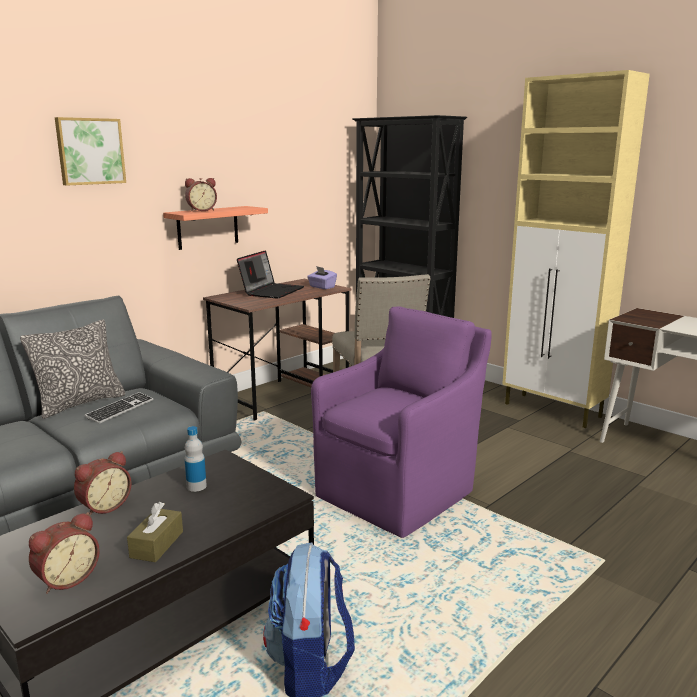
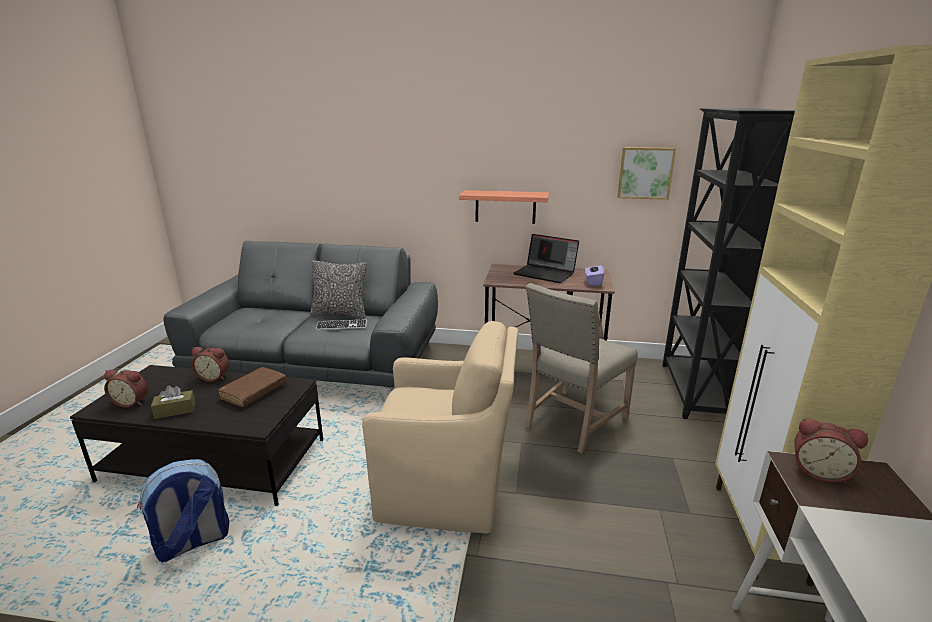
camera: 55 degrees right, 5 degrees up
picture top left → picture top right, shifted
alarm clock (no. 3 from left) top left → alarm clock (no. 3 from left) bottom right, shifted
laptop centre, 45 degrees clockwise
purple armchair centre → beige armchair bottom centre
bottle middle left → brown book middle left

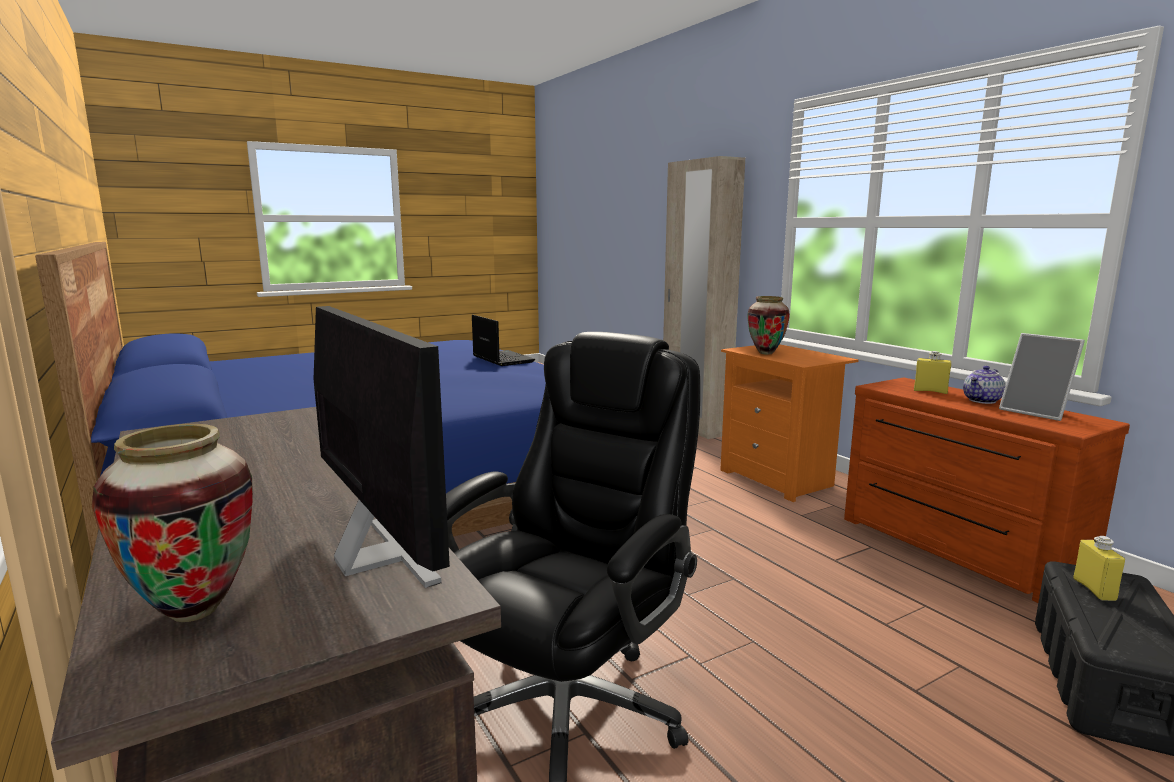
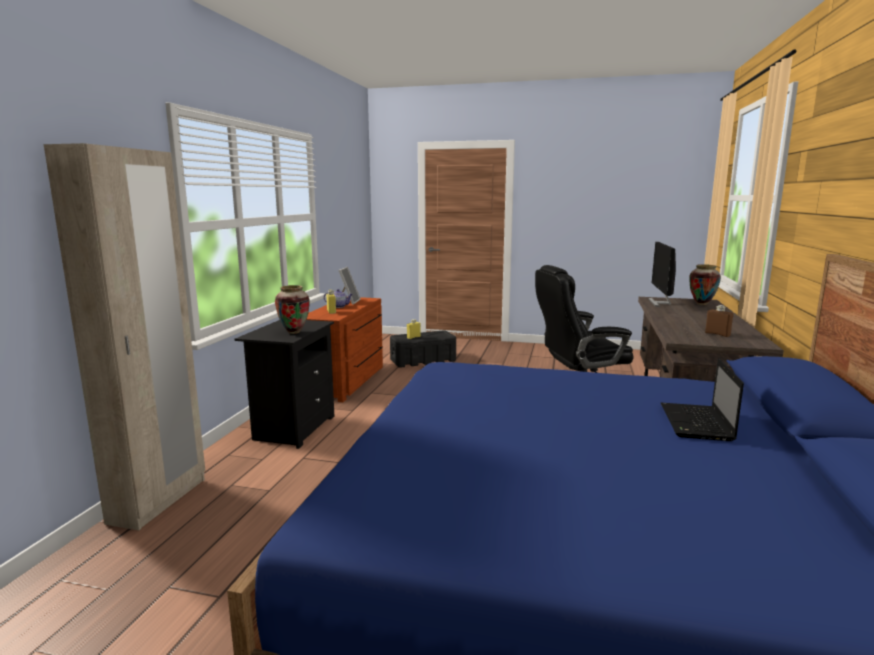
camera: 135 degrees left, 0 degrees up
laptop centre → laptop middle right, shifted
orange nightstand middle right → black nightstand middle left
- → brown bottle middle right

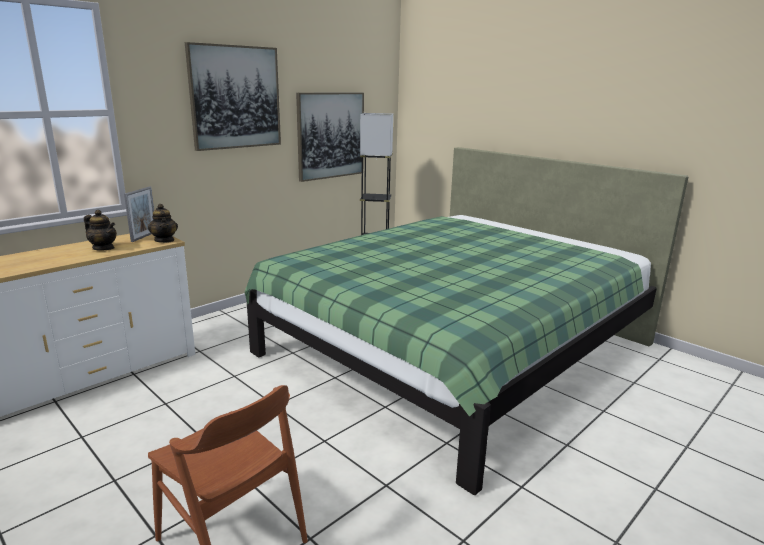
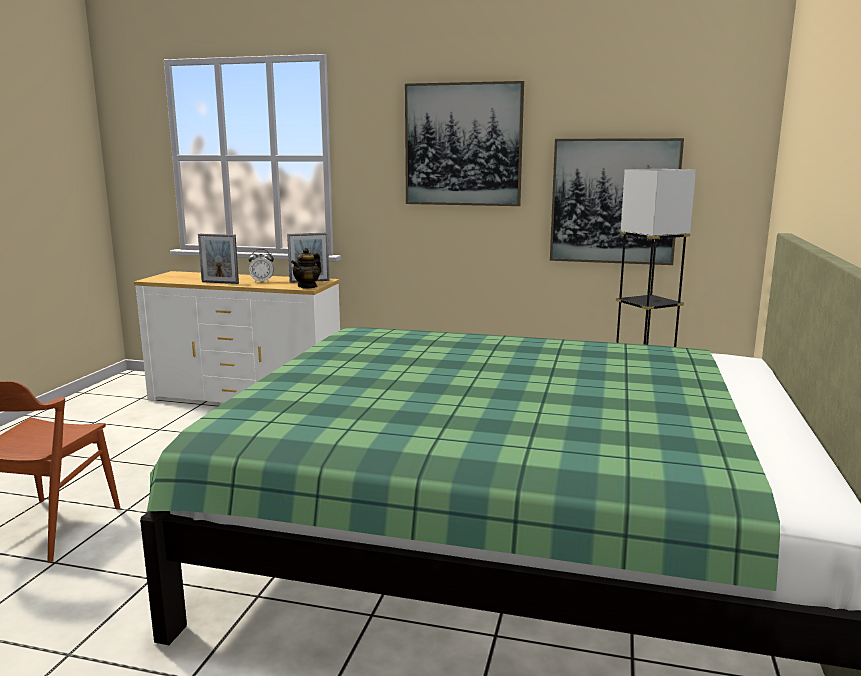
camera: 60 degrees right, 5 degrees down
teapot (no. 1 from left) middle left → alarm clock middle left
- → picture frame (no. 1 from left) middle left

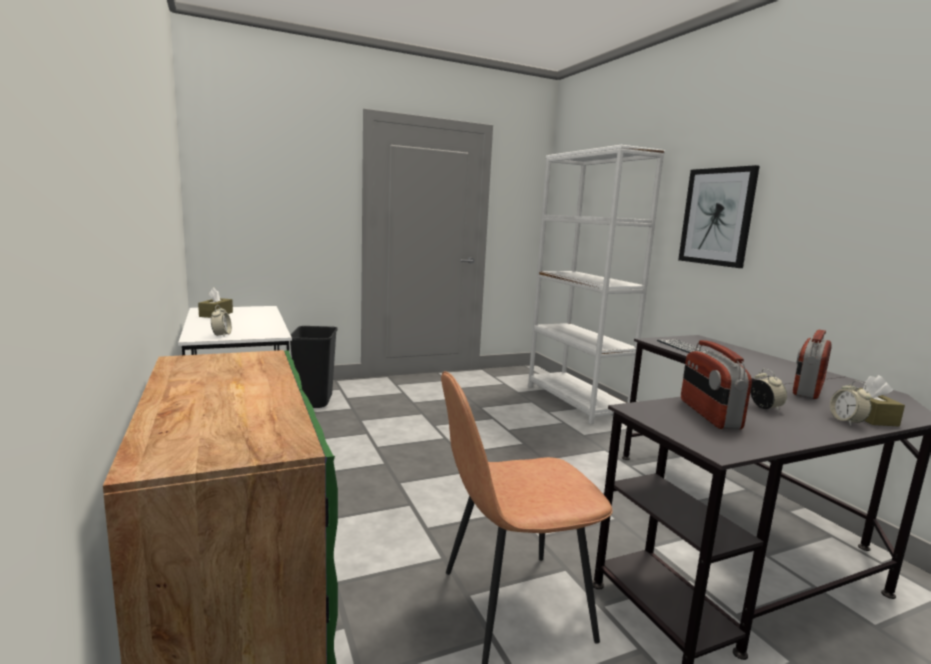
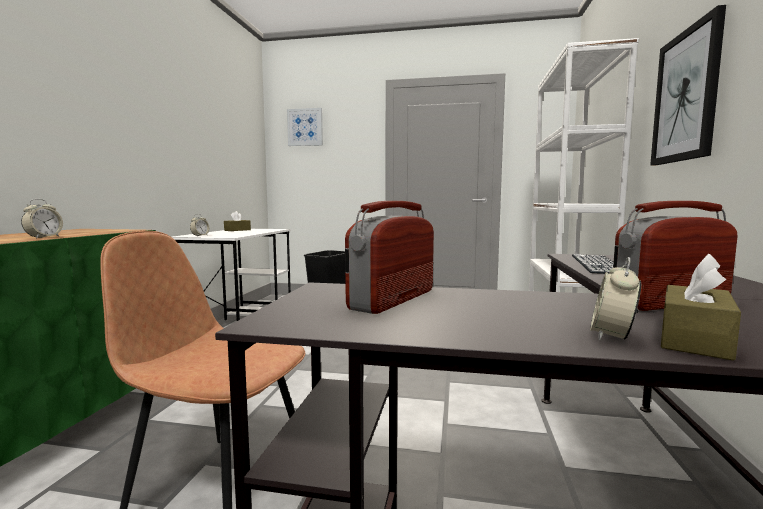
camera: 35 degrees right, 5 degrees down
alarm clock (no. 2 from left in the first image) middle right → alarm clock (no. 1 from left) middle left, shifted
- → picture (no. 1 from left) top centre

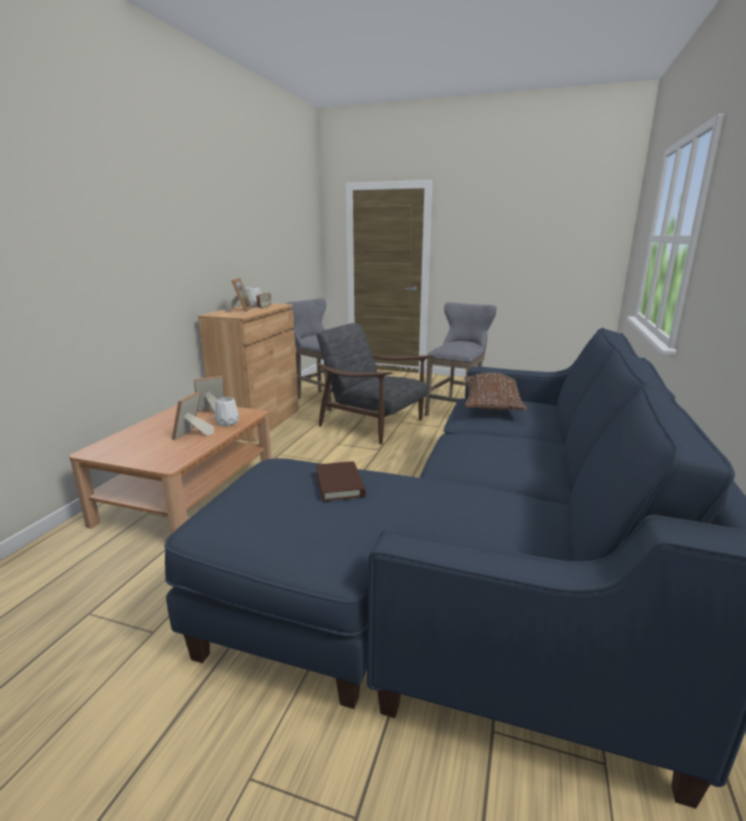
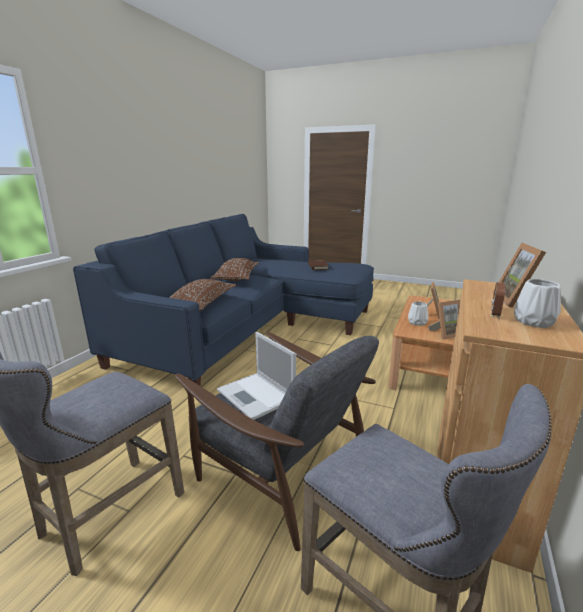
camera: 175 degrees left, 0 degrees up
- → brown pillow (no. 2 from left) centre
- → laptop centre

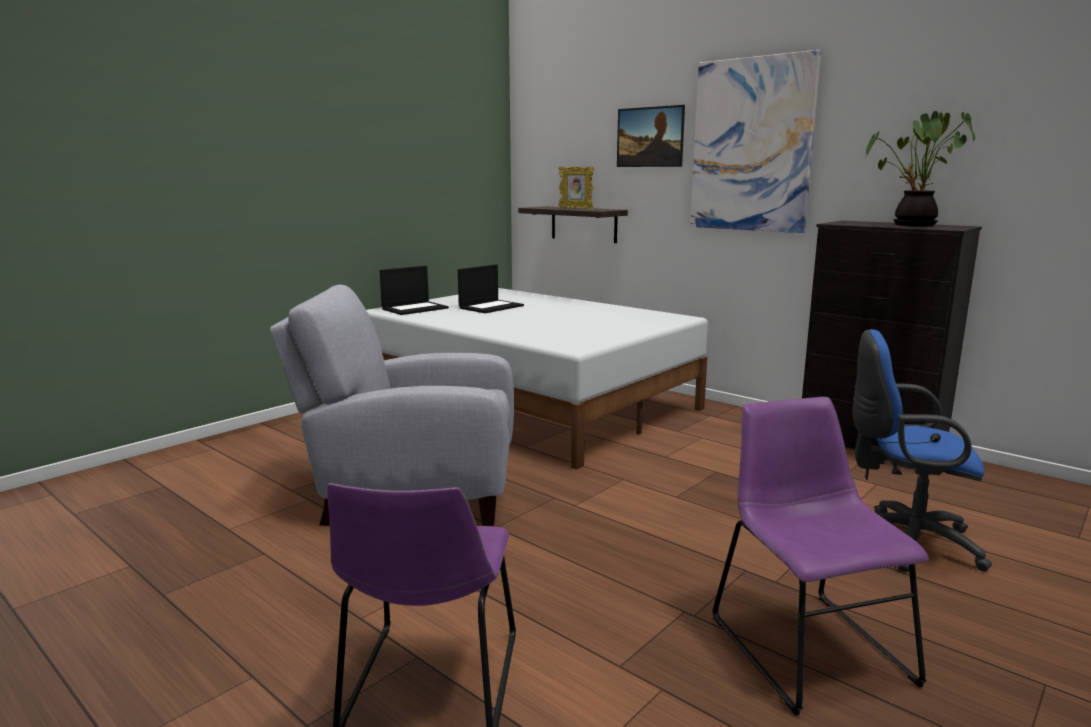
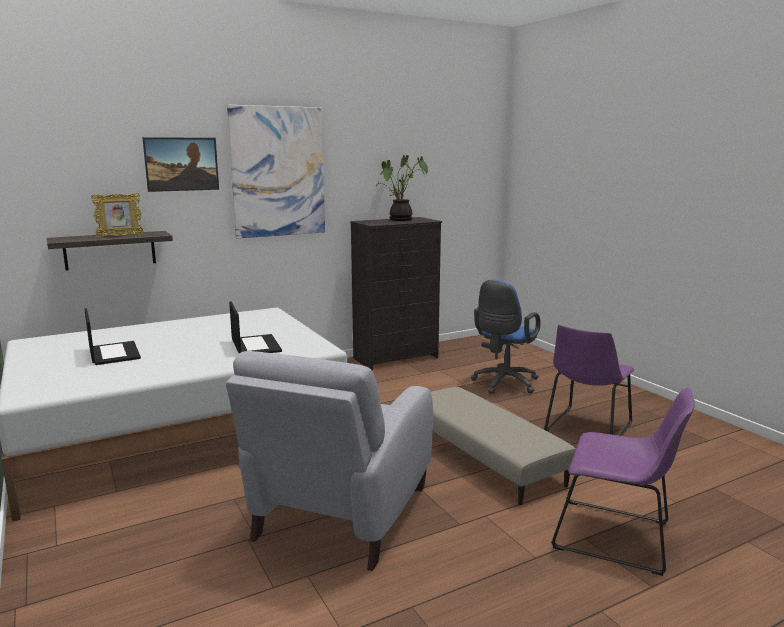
camera: 70 degrees left, 0 degrees up
laptop (no. 1 from left in the first image) centre → laptop (no. 2 from left) middle left, shifted
purple chair (no. 2 from left in the first image) bottom right → purple chair (no. 1 from left) middle right, 60 degrees counterclockwise
- → beige ottoman bottom centre

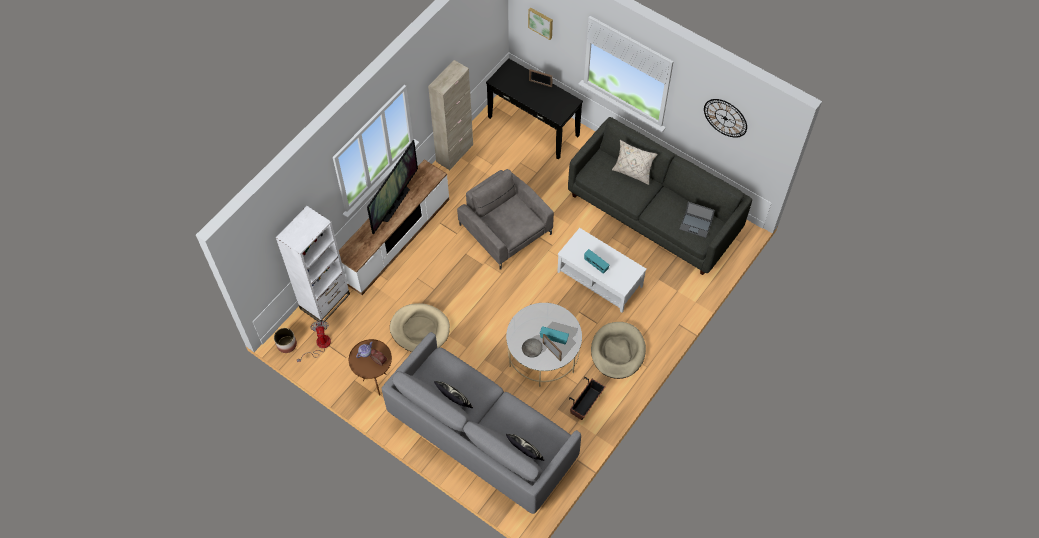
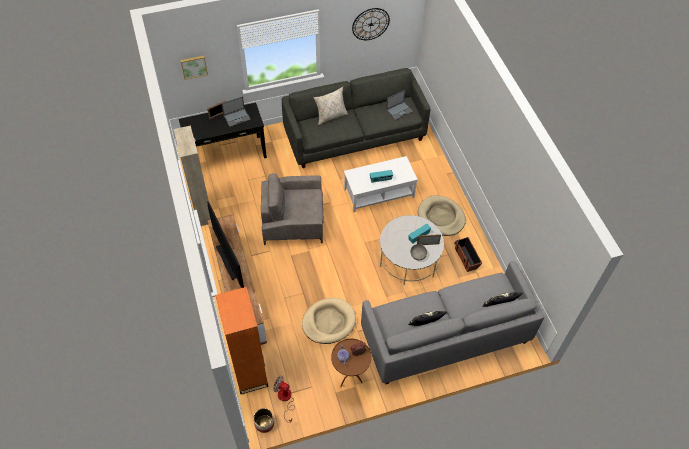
camera: 55 degrees left, 5 degrees down
white bookcase middle left → orange bookcase bottom centre
- → laptop (no. 1 from left) top centre

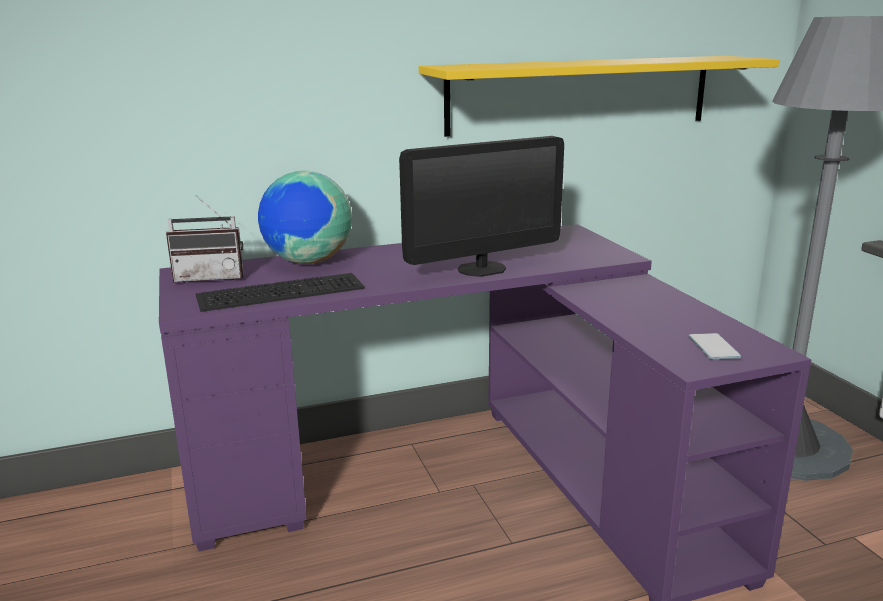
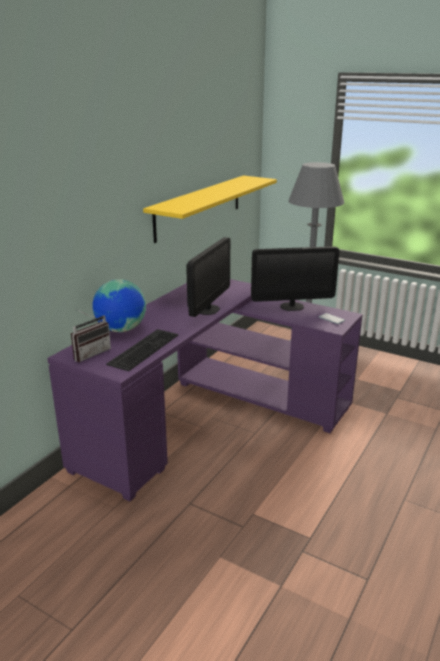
camera: 40 degrees left, 5 degrees up
- → monitor (no. 2 from left) middle right

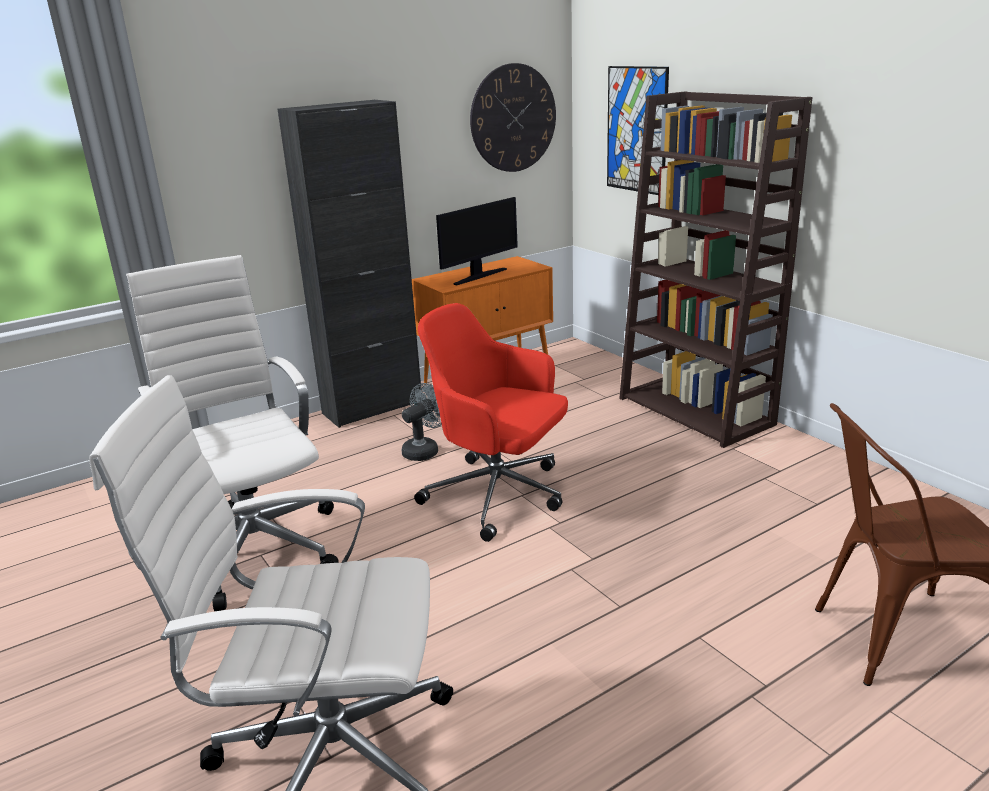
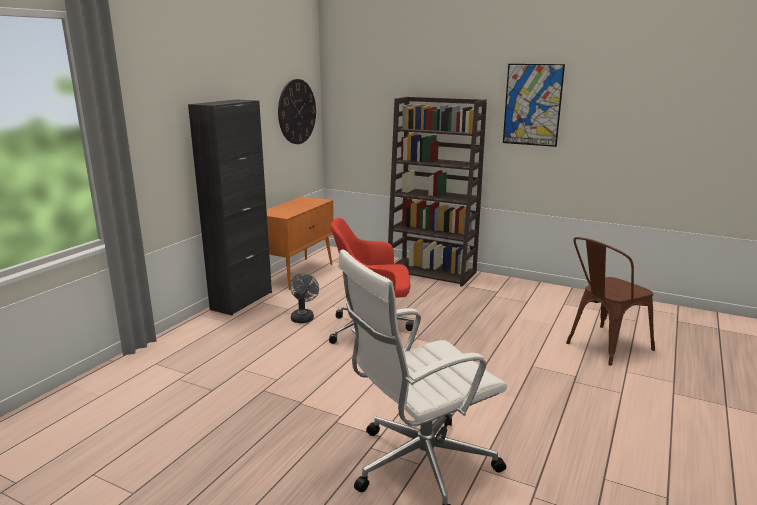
camera: 30 degrees left, 5 degrees down
picture top centre → picture top right, shifted
monitor top centre → -
white office chair (no. 1 from left) middle left → -

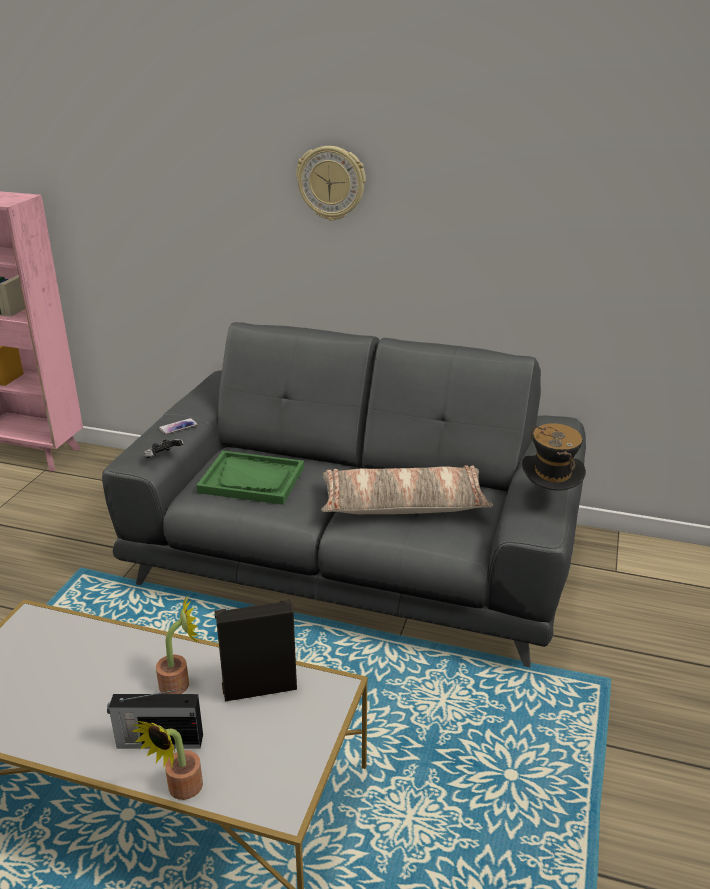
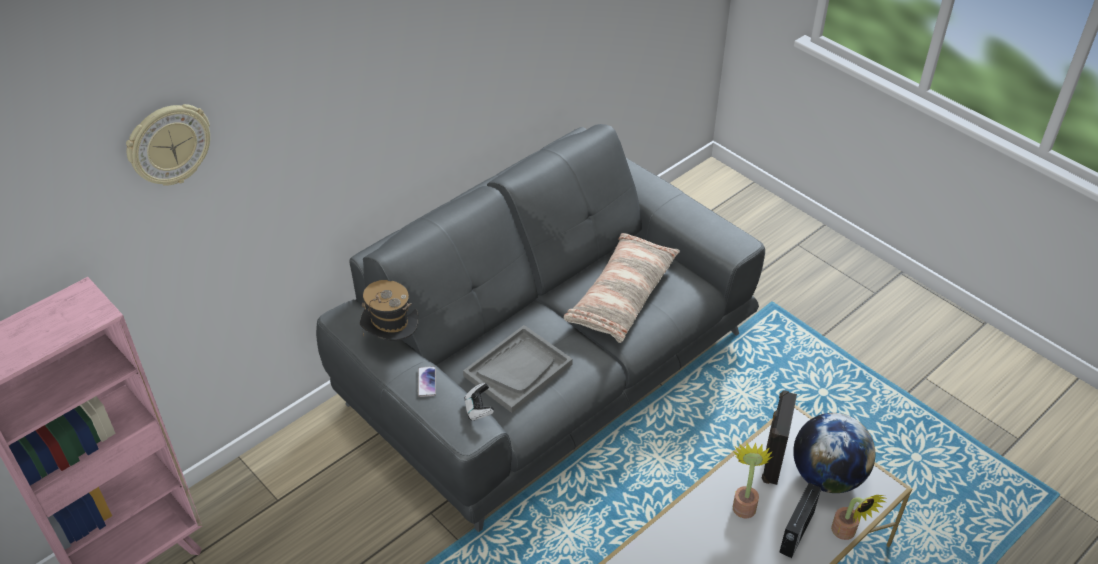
camera: 60 degrees left, 15 degrees up
wall clock top centre → wall clock top left, shifted
hat middle right → hat centre, shifted
green tray centre → grey tray centre
- → globe bottom right

